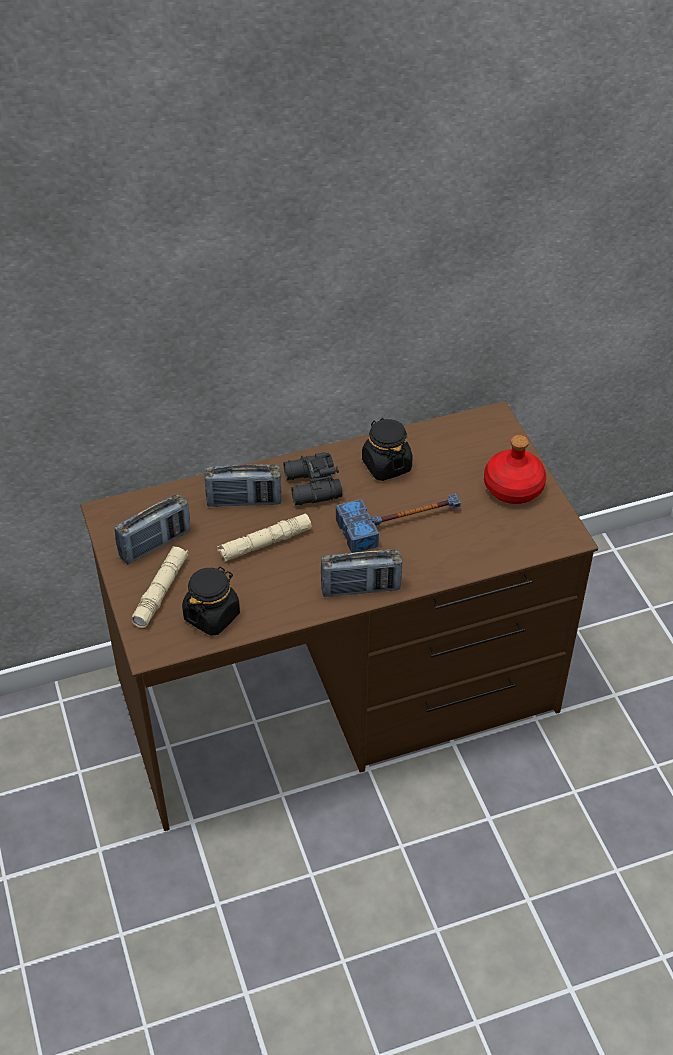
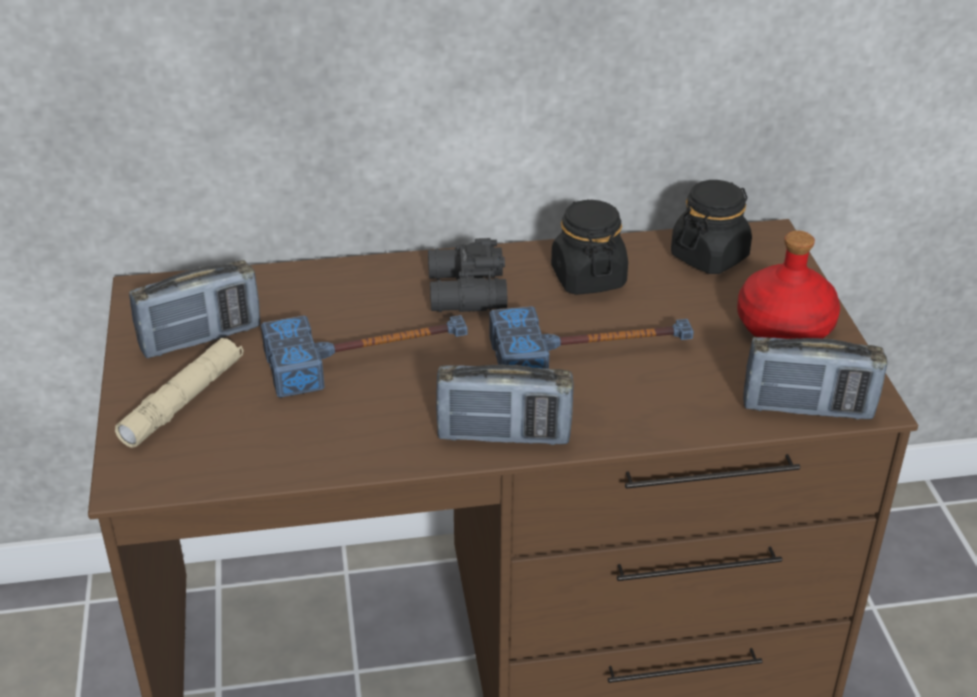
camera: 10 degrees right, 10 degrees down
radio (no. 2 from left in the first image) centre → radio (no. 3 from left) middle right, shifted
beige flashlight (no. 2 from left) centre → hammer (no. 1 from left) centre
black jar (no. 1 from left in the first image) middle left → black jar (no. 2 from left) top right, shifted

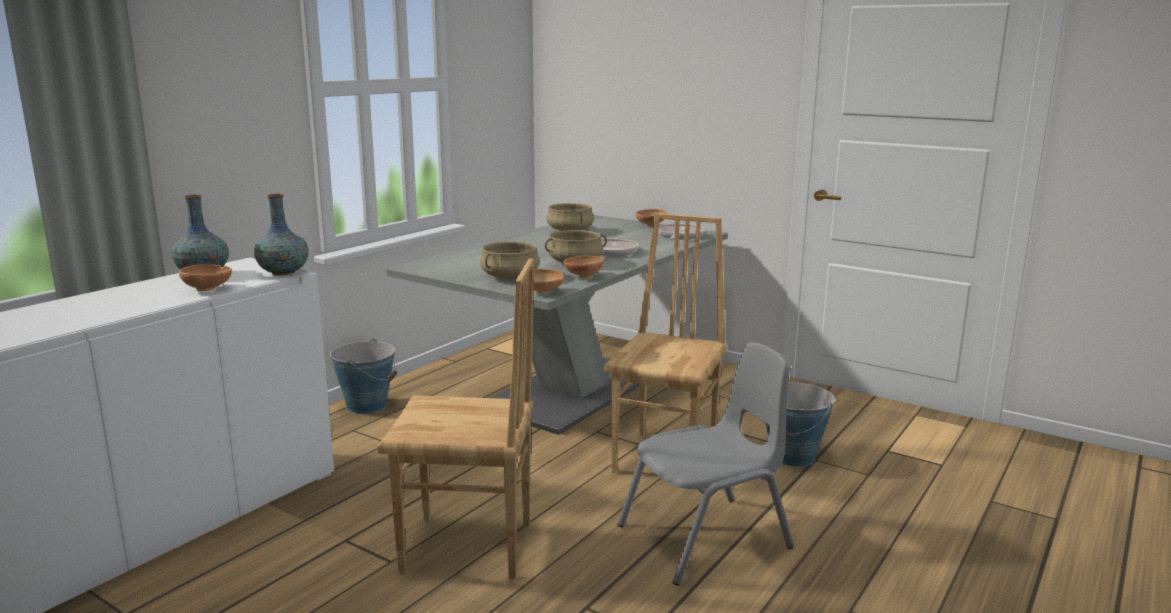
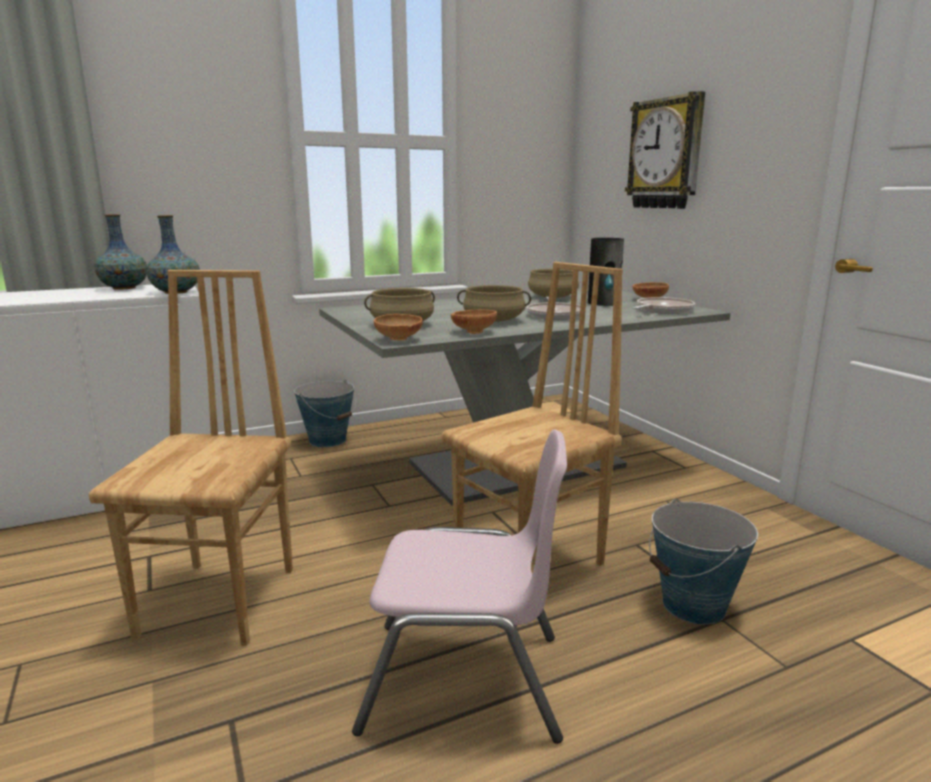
camera: 30 degrees right, 0 degrees up
brown chair (no. 1 from left) bottom centre → brown chair (no. 1 from left) middle left, 120 degrees counterclockwise
brown bowl (no. 1 from left) middle left → -
grey chair bottom centre → pink chair bottom centre
- → wall clock top right
- → vase (no. 3 from left) centre

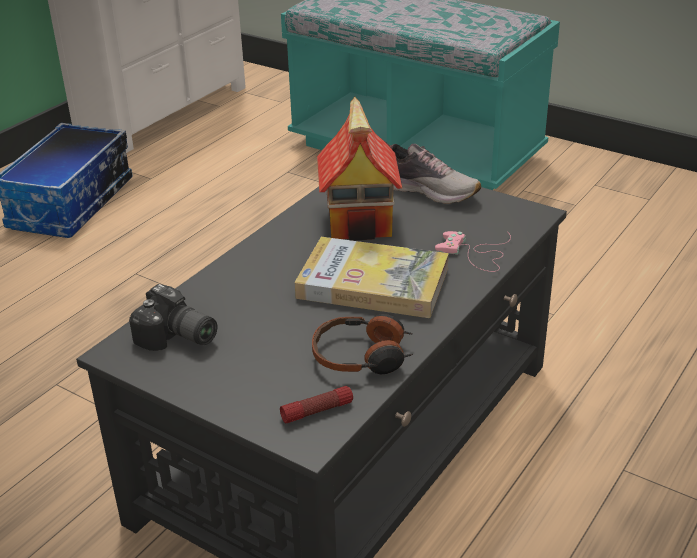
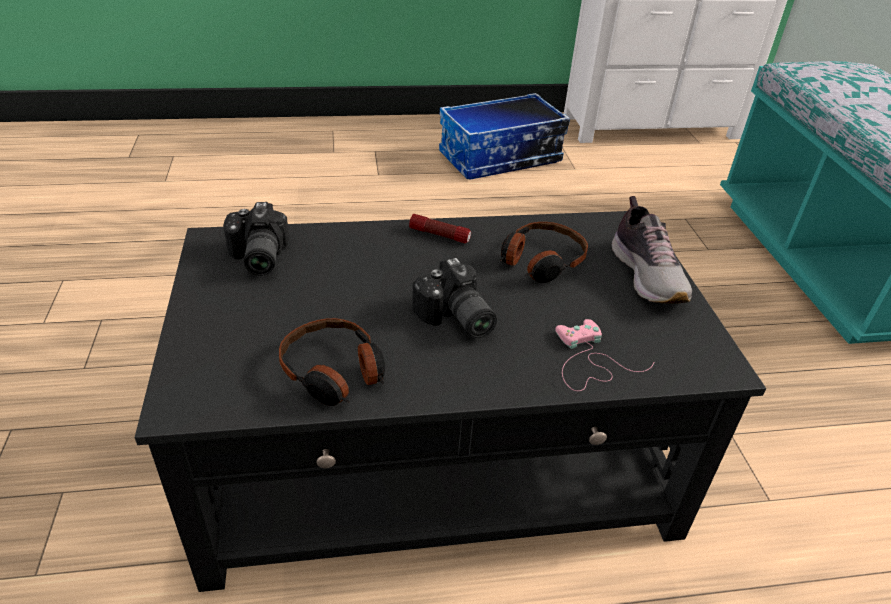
camera: 45 degrees right, 5 degrees up
toy house top centre → headphones (no. 2 from left) centre
book centre → photo camera (no. 2 from left) centre
flashlight bottom centre → flashlight centre, shifted

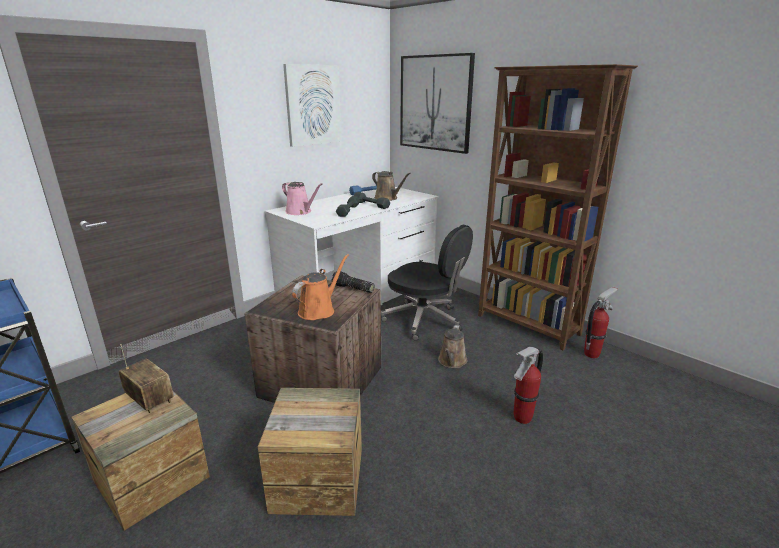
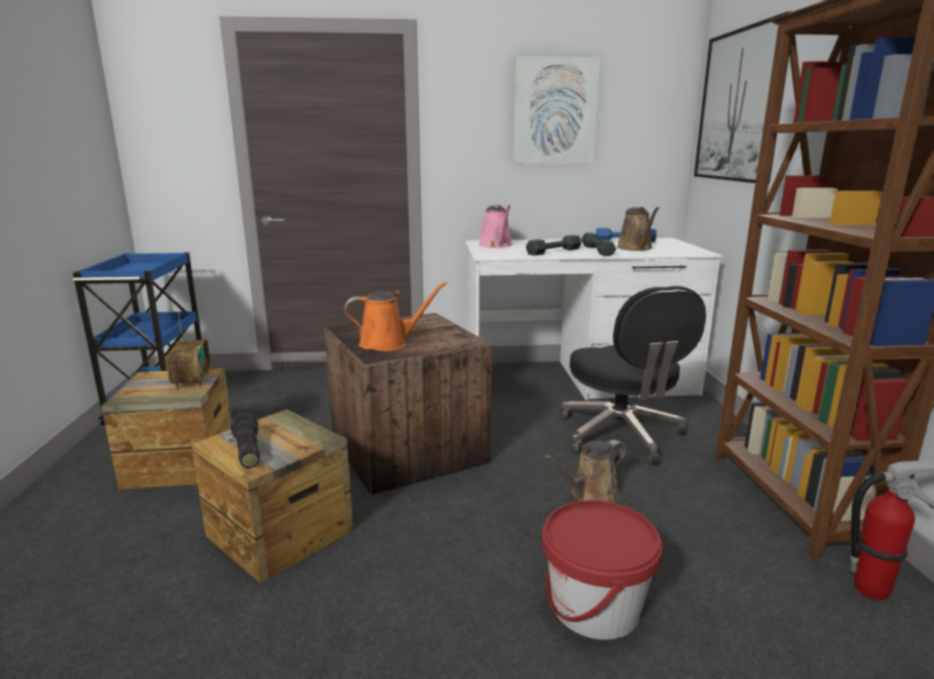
camera: 40 degrees right, 5 degrees down
flashlight centre → flashlight middle left, shifted
fire extinguisher (no. 1 from left) bottom right → red bucket bottom centre

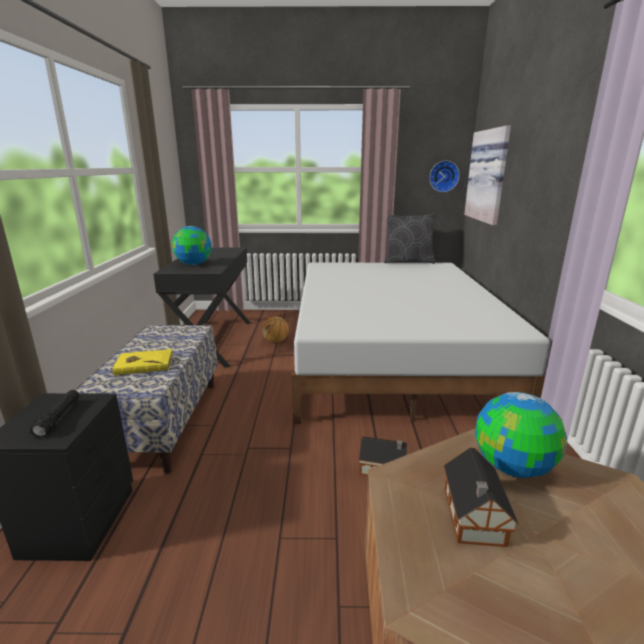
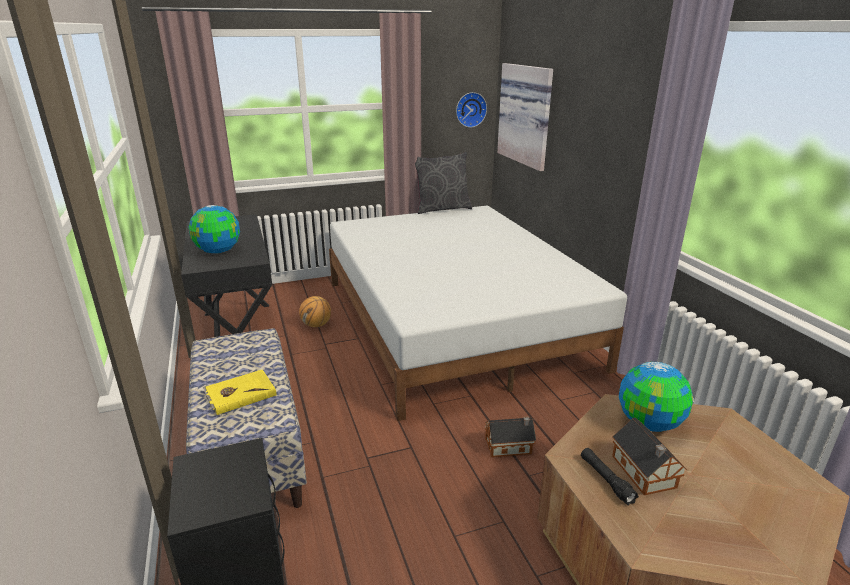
camera: 20 degrees left, 5 degrees up
black flashlight middle left → black flashlight bottom right, shifted

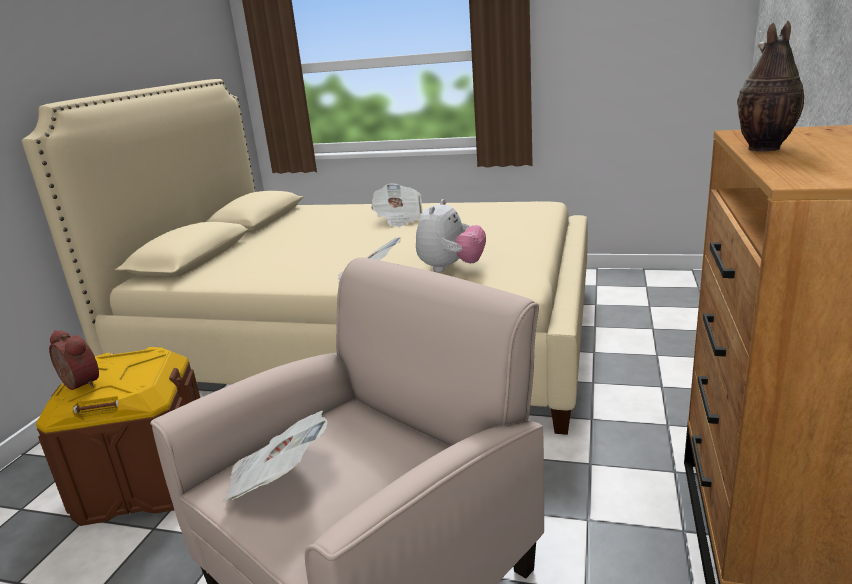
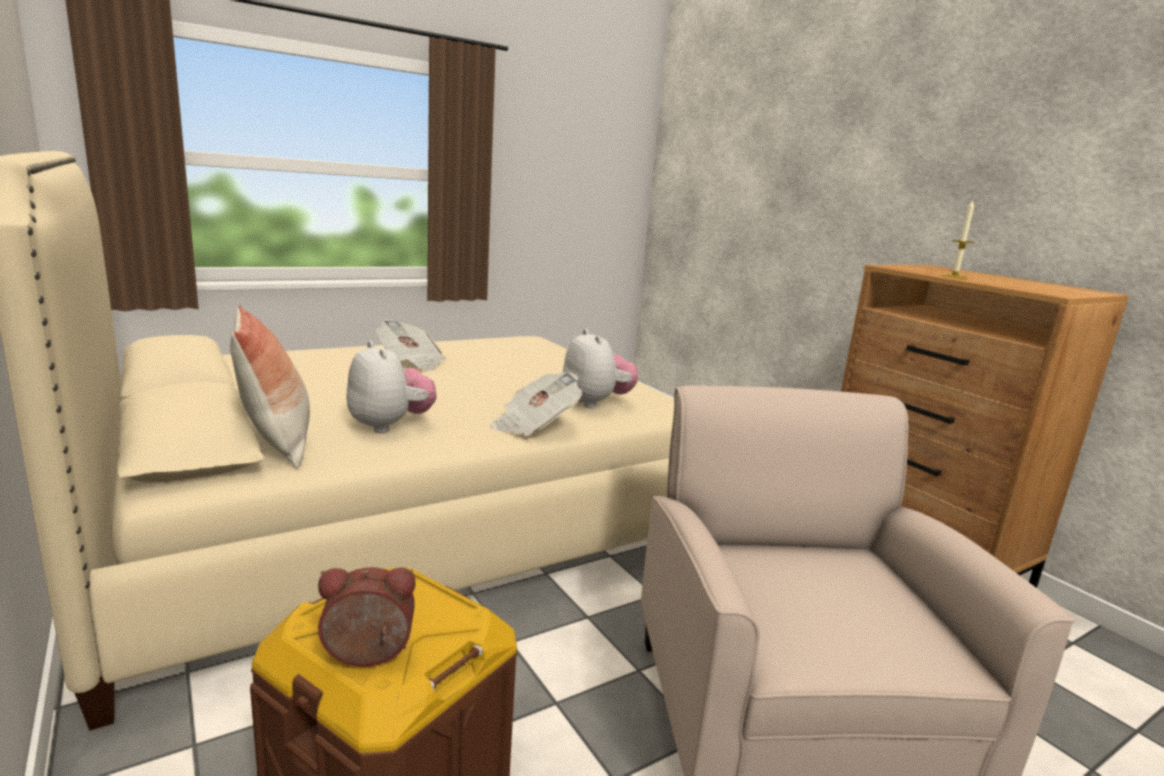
camera: 50 degrees left, 5 degrees down
vase top right → candle top right
newspaper (no. 1 from left) bottom left → -
- → pillow middle left
- → plush toy (no. 1 from left) centre

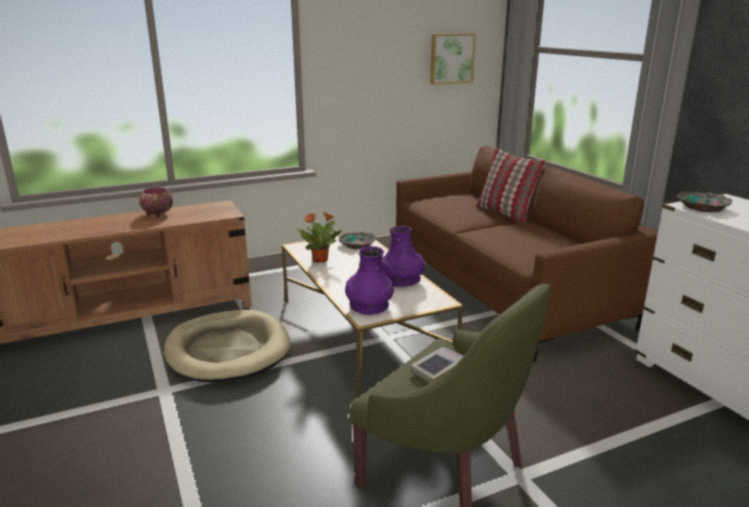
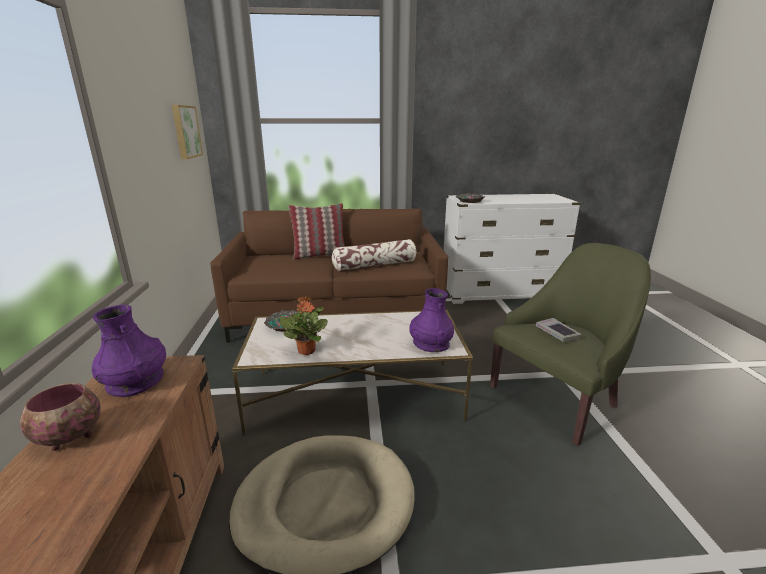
camera: 70 degrees left, 0 degrees up
purple vase (no. 2 from left in the first image) centre → purple vase (no. 1 from left) middle left, shifted
- → pillow (no. 2 from left) centre

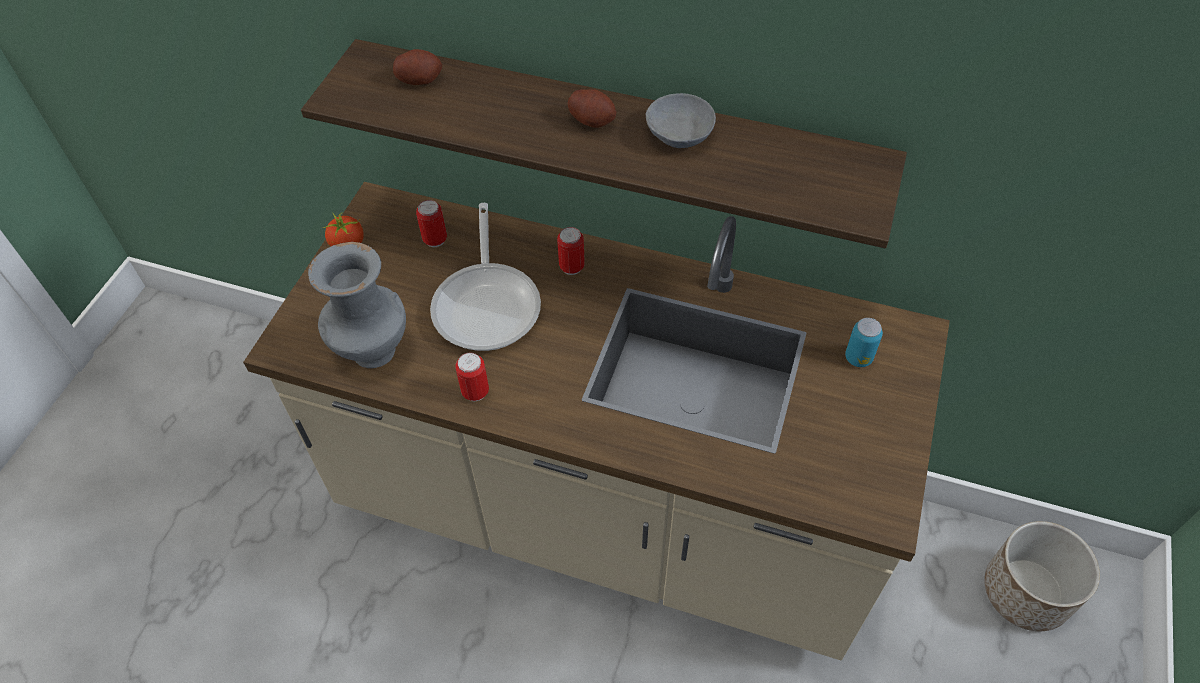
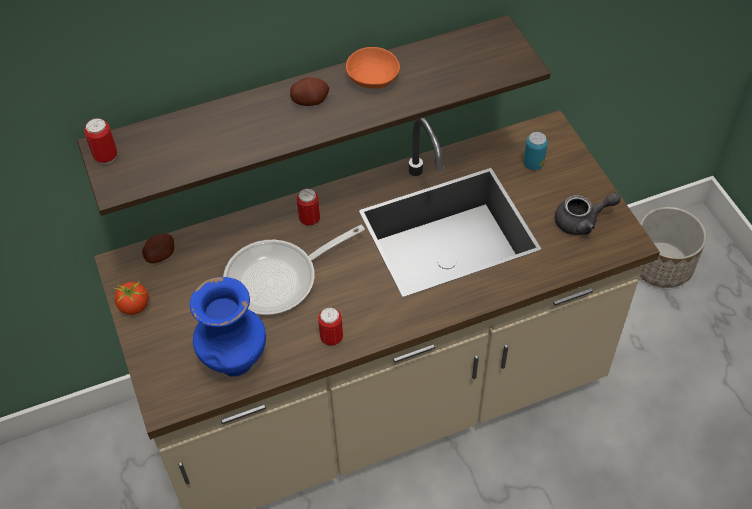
camera: 40 degrees left, 0 degrees up
potato (no. 1 from left) top centre → potato (no. 1 from left) middle left, shifted
grey bowl top centre → orange bowl top centre
can (no. 1 from left) top centre → can (no. 1 from left) top left, shifted
frying pan centre, 105 degrees clockwise
grey vase middle left → blue vase middle left
- → grey teapot middle right

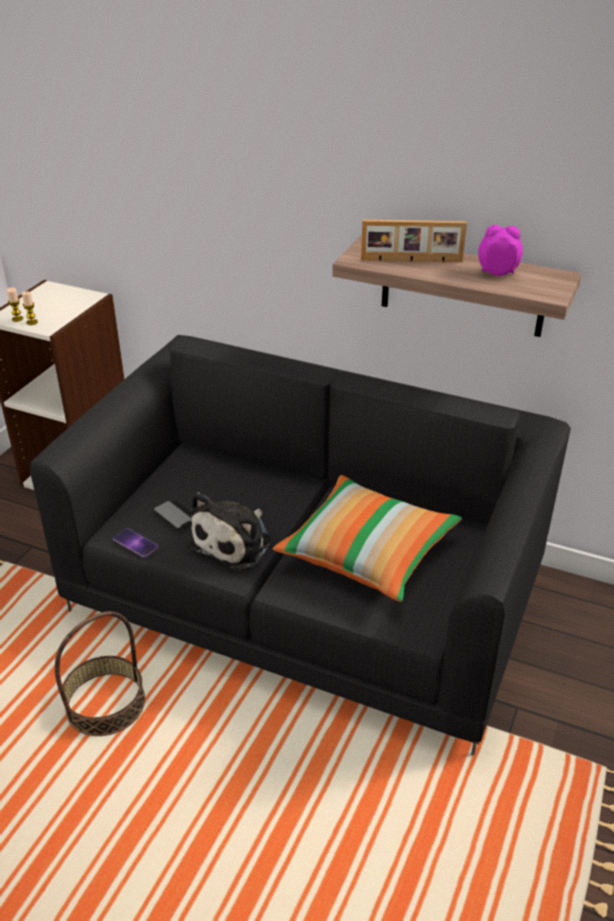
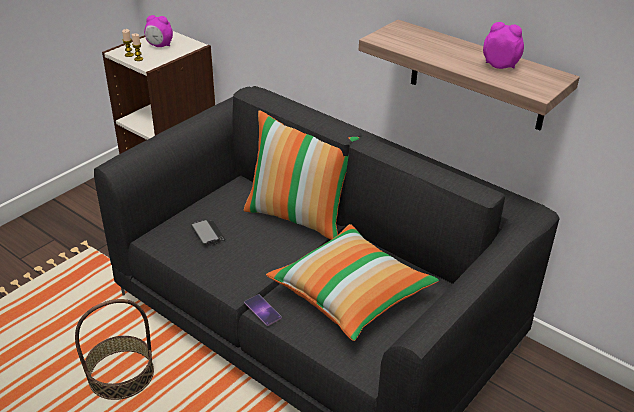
camera: 15 degrees right, 0 degrees up
picture frame top right → -
plush toy centre → -
phone (no. 1 from left in the first image) middle left → phone (no. 2 from left) bottom centre, shifted
- → alarm clock (no. 1 from left) top left
- → pillow (no. 1 from left) centre

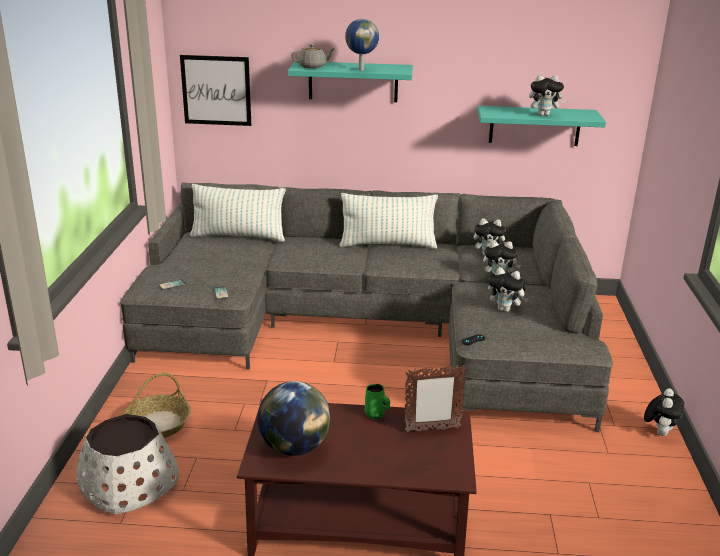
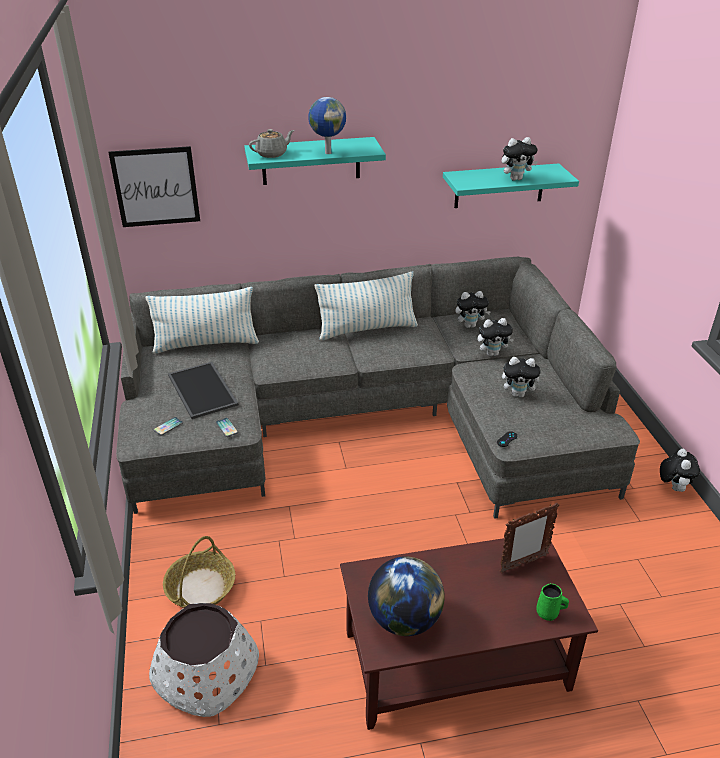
camera: 15 degrees left, 10 degrees up
green mug bottom centre → green mug bottom right, shifted
- → tray middle left

